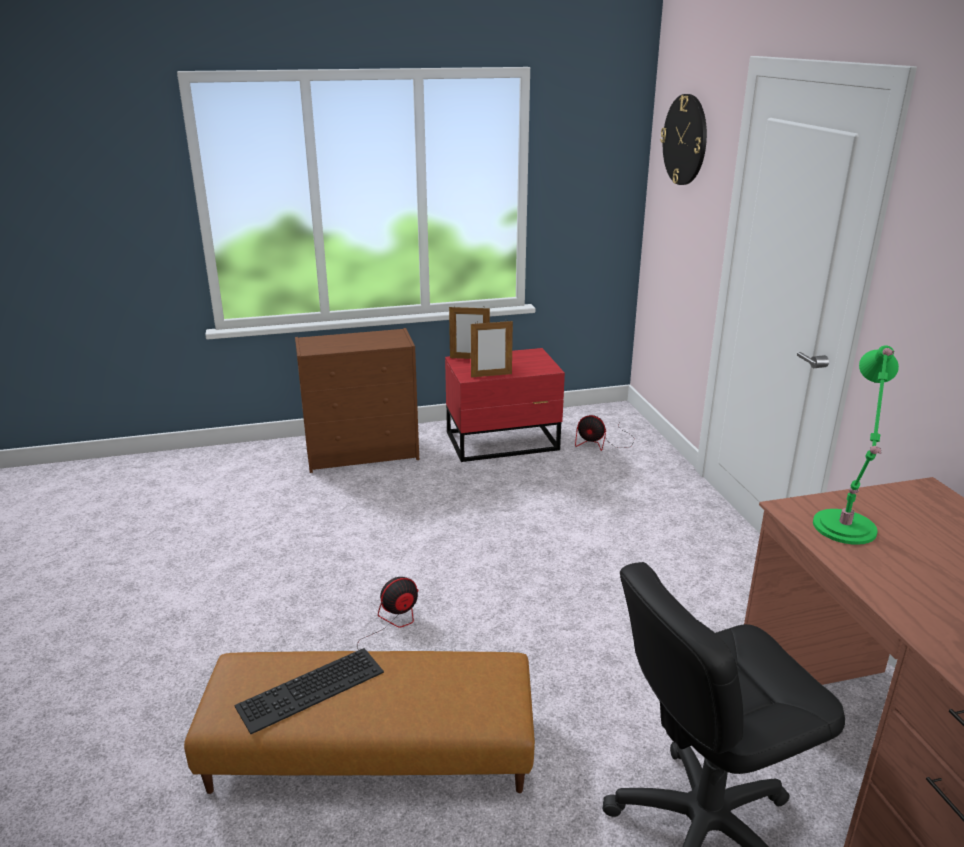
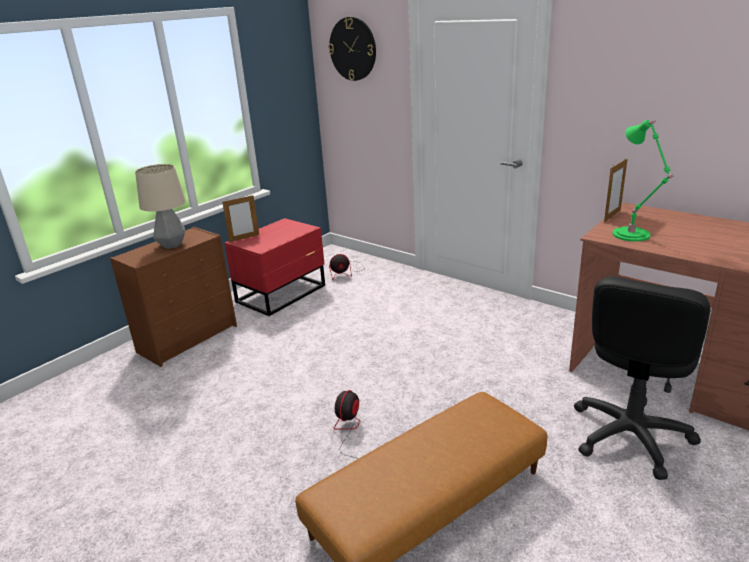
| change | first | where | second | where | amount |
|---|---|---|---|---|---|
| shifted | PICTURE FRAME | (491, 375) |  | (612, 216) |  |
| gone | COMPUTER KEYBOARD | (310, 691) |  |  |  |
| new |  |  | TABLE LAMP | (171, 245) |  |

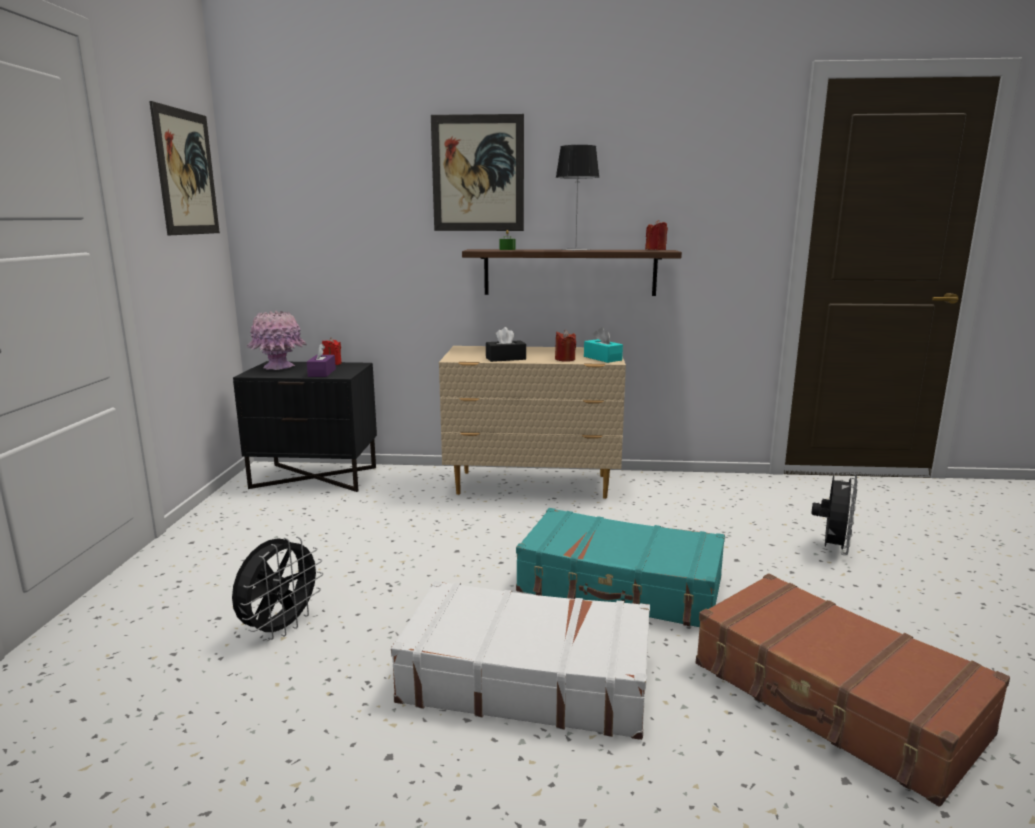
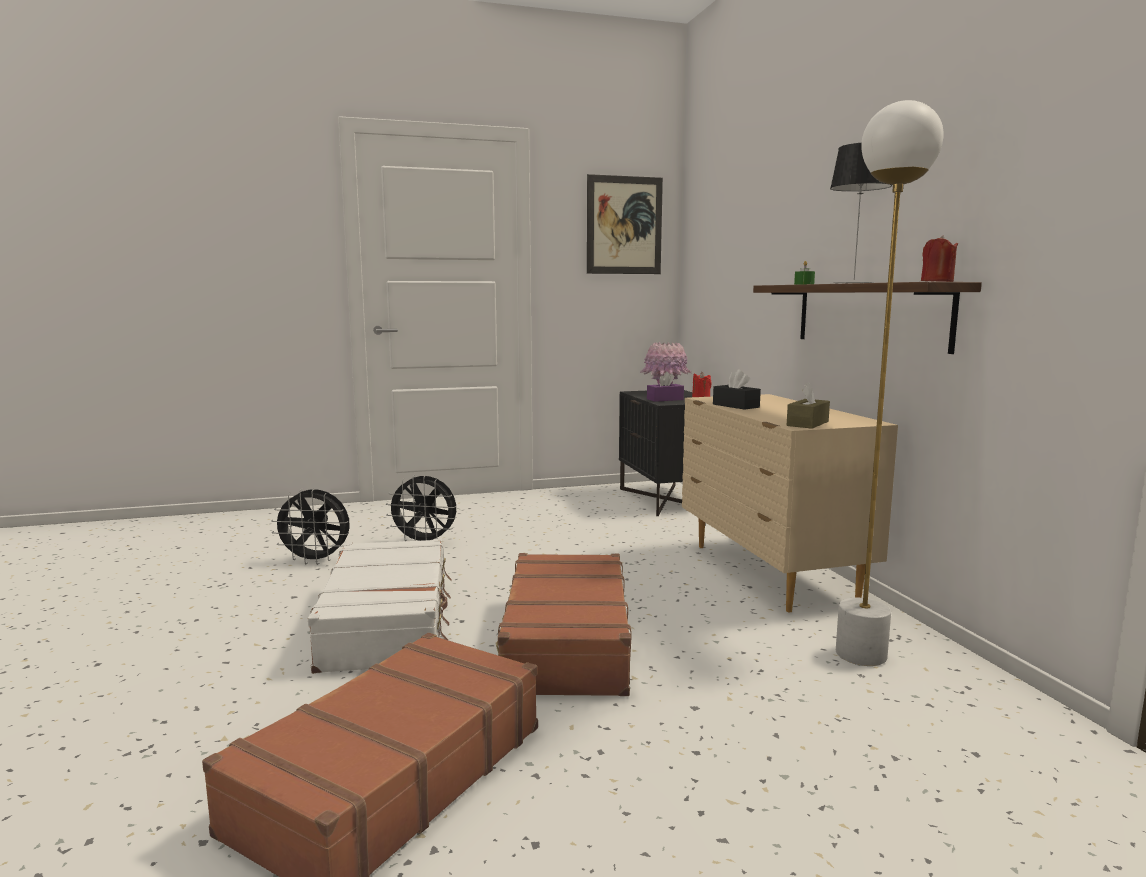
| change | first | where | second | where | amount |
|---|---|---|---|---|---|
| gone | WALL PICTURE | (478, 173) |  |  |  |
| repainted | BLUE-GREEN BOX OF TISSUES | (602, 358) | BROWNISH BOX OF TISSUES | (807, 423) |  |
| gone | REDDISH WAX LIGHT | (565, 359) |  |  |  |
| shifted | BLACK FAN | (832, 549) |  | (316, 560) |  |
| repainted | BLUE-GREEN TRAVEL CASE | (620, 586) | BROWNISH TRAVEL CASE | (565, 642) |  |
| new |  |  | WHITE-COLOURED STANDING LAMP | (860, 655) |  |

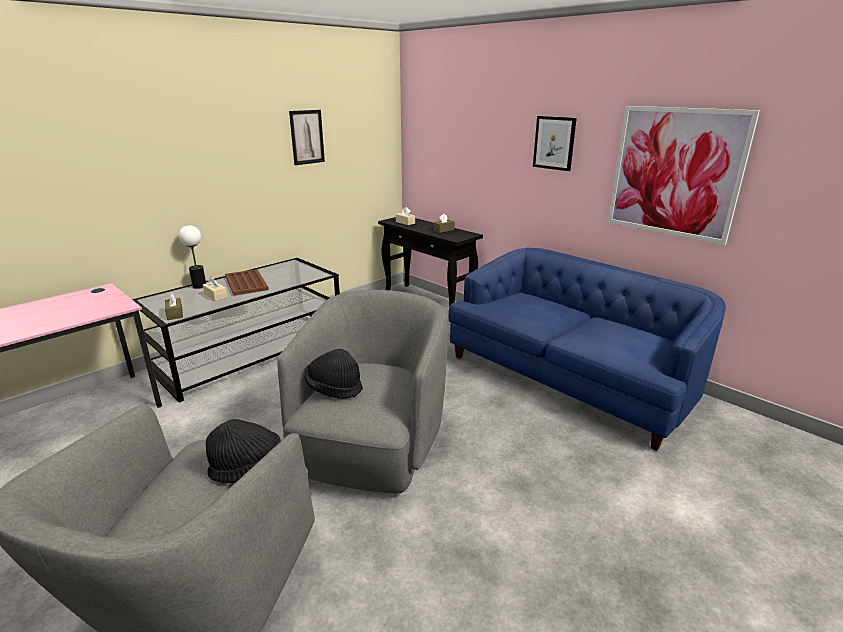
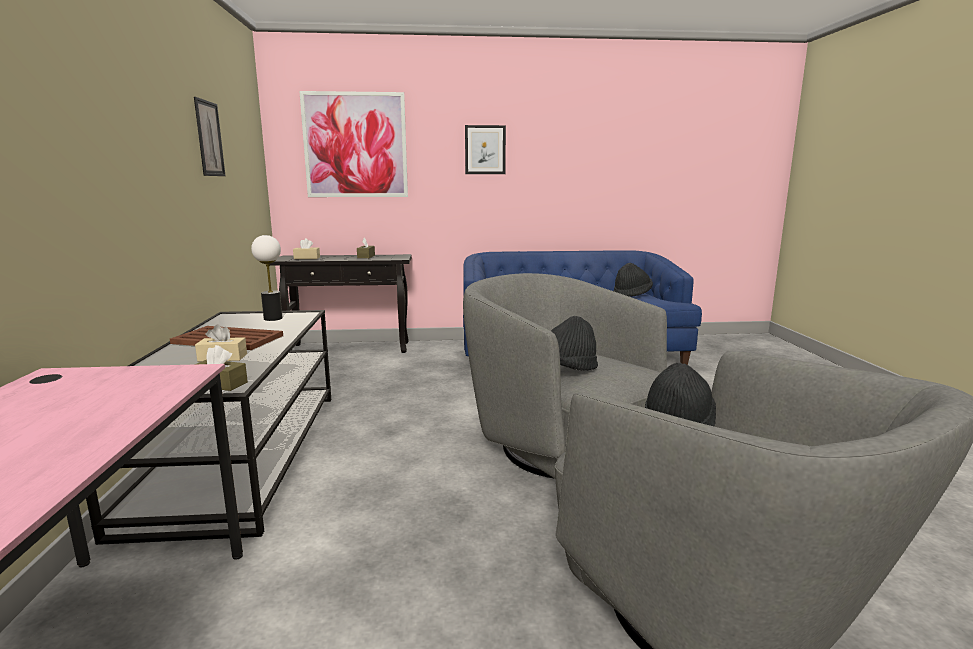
| change | first | where | second | where | amount |
|---|---|---|---|---|---|
| shifted | WALL PICTURE | (675, 173) |  | (355, 145) |  |
| shifted | TABLE LAMP | (199, 286) |  | (273, 318) |  |
| new |  |  | BLACK HAT | (632, 295) |  |

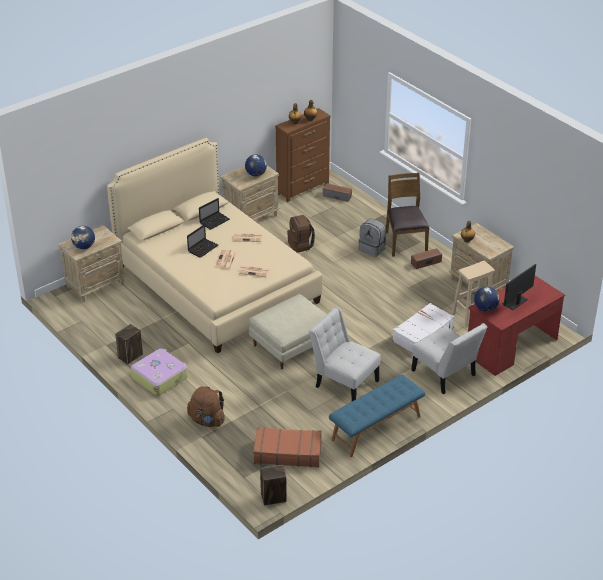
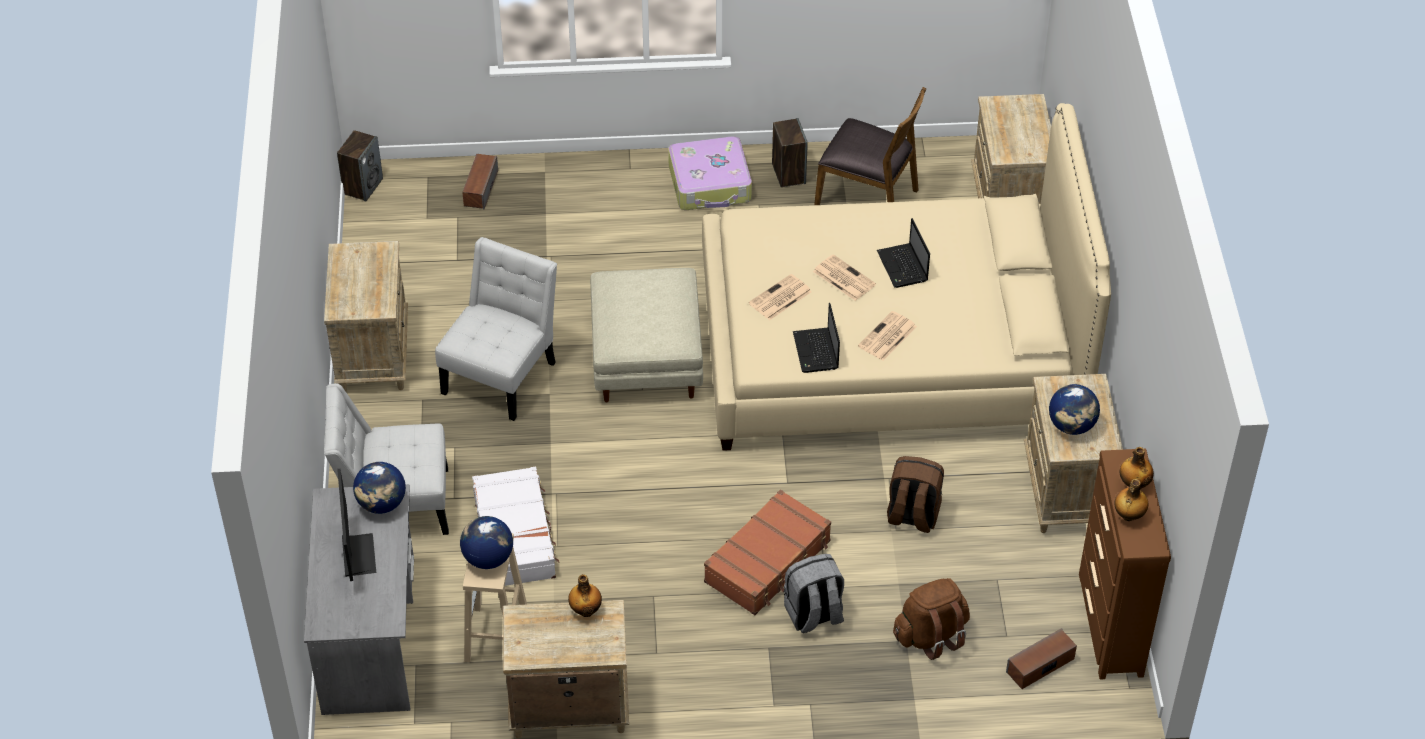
| change | first | where | second | where | amount |
|---|---|---|---|---|---|
| shifted | BROWNISH UPRIGHT CHAIR | (405, 242) |  | (868, 196) |  |
| shifted | LAPTOP | (215, 221) |  | (816, 352) |  |
| shifted | DESK GLOBE | (84, 247) |  | (488, 558) |  |
| shifted | LOUDSPEAKER | (426, 263) |  | (480, 188) |  |
| repainted | REDDISH DESK UNIT | (511, 347) | GREY DESK UNIT | (369, 636) |  |
| rotated | WHITE-COLOURED UPRIGHT CHAIR | (344, 382) |  | (502, 373) | 45 degrees counterclockwise |
| swapped | BLUE-COLOURED INDOOR BENCH | (376, 428) | BEIGE NIGHT TABLE | (373, 354) |  |
| shifted | BROWNISH RUCKSACK | (207, 420) |  | (931, 635) |  |
| shifted | BROWNISH TRAVEL CASE | (287, 452) |  | (768, 562) |  |

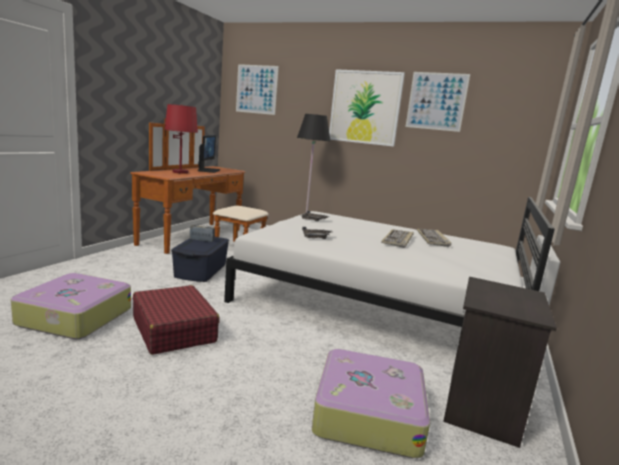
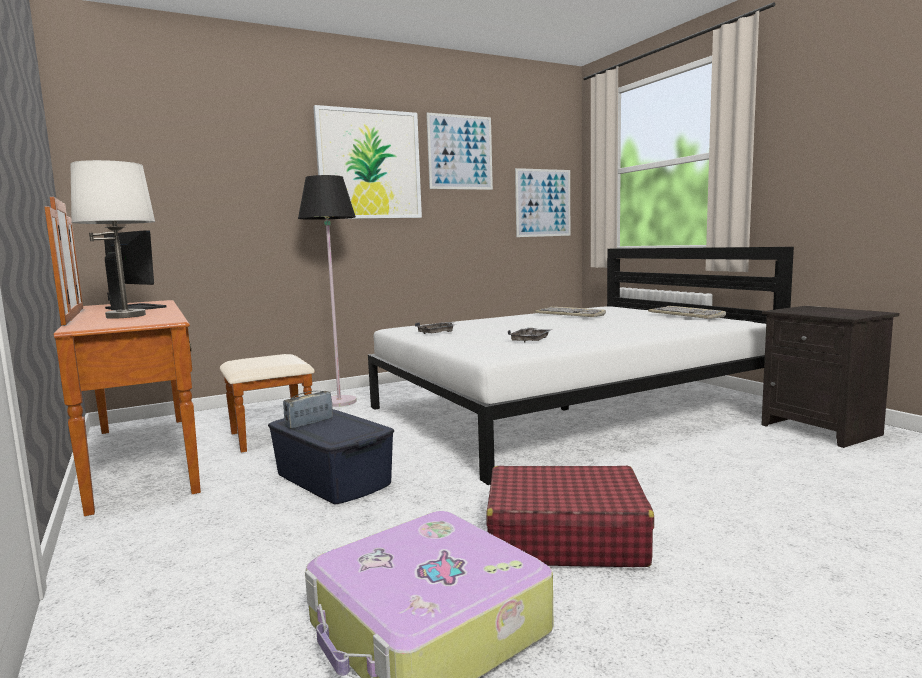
| change | first | where | second | where | amount |
|---|---|---|---|---|---|
| shifted | WALL PICTURE | (256, 89) |  | (543, 203) |  |
| repainted | REDDISH TABLE LAMP | (180, 172) | WHITE-COLOURED TABLE LAMP | (126, 316) |  |
| shifted | COMPUTER KEYBOARD | (398, 240) |  | (687, 315) |  |
| gone | TRAVEL CASE | (367, 413) |  |  |  |

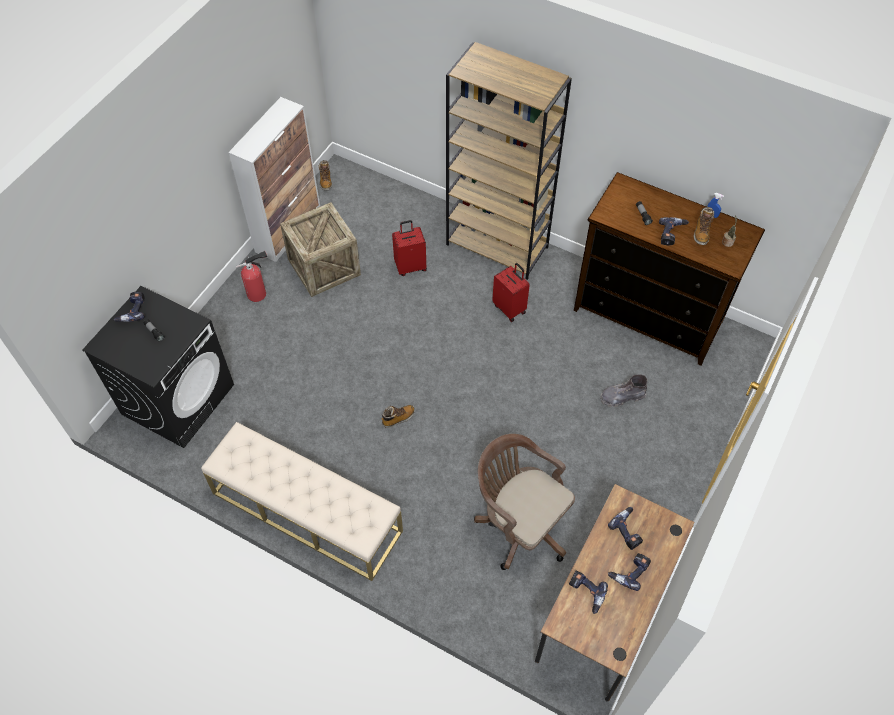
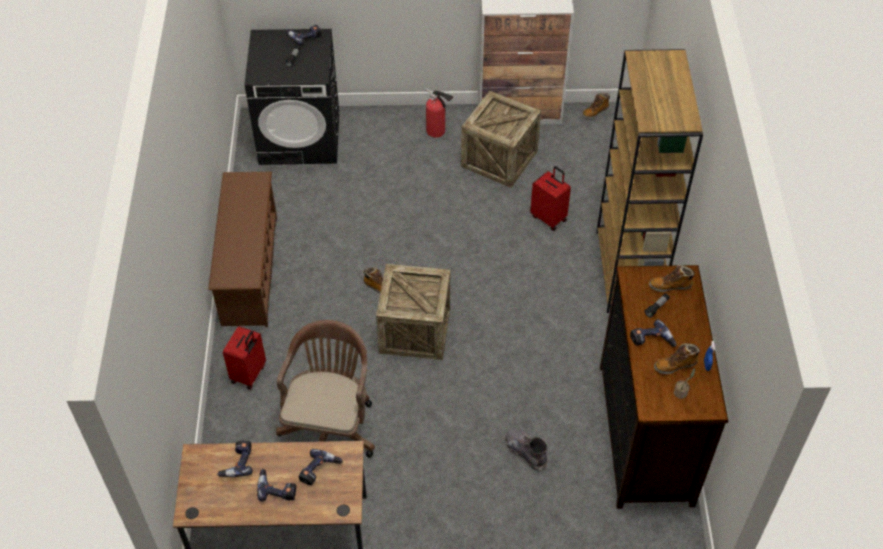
| change | first | where | second | where | amount |
|---|---|---|---|---|---|
| shifted | REDDISH TRAVEL CASE | (510, 308) |  | (249, 374) |  |
| swapped | BEIGE INDOOR BENCH | (306, 512) | BROWNISH SHOE STAND | (249, 270) |  |
| new |  |  | CRATE | (415, 330) |  |
| new |  |  | HIGH-TOP BOOT | (670, 286) |  |

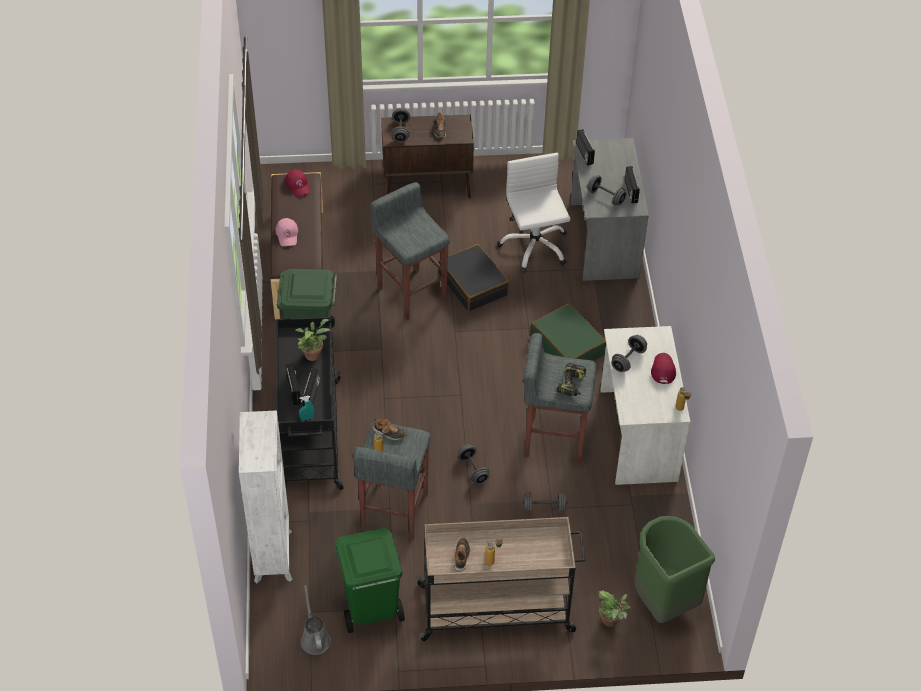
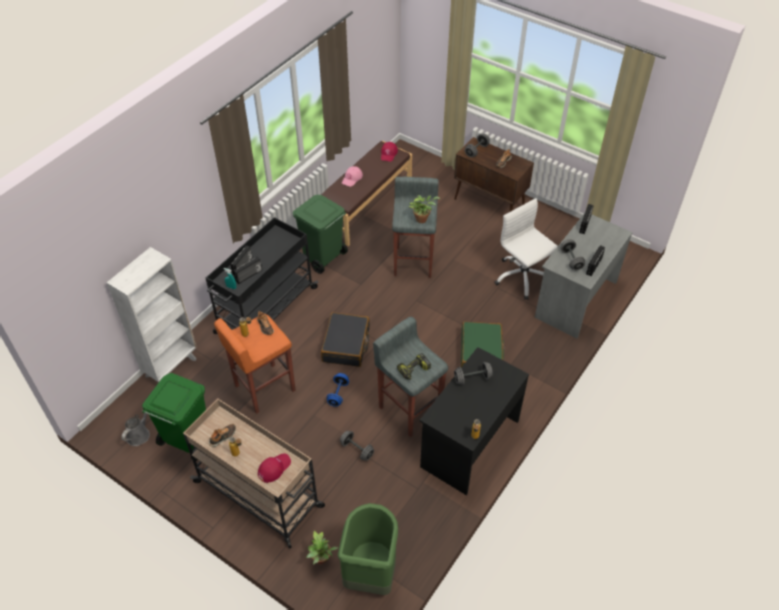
| change | first | where | second | where | amount |
|---|---|---|---|---|---|
| rotated | WHITE-COLOURED OFFICE CHAIR | (534, 247) |  | (522, 277) | 60 degrees counterclockwise |
| shifted | BLACK TRAVEL CASE | (473, 285) |  | (346, 345) |  |
| shifted | HOUSEPLANT | (313, 353) |  | (422, 219) |  |
| repainted | WHITE-COLOURED DESK UNIT | (636, 435) | BLACK DESK UNIT | (468, 443) |  |
| shifted | REDDISH BASEBALL CAP | (663, 369) |  | (274, 468) |  |
| repainted | GREY STOOL SEAT | (393, 512) | ORANGEY STOOL SEAT | (263, 388) |  |
| repainted | GREY HAND WEIGHT | (473, 470) | BLUE-COLOURED HAND WEIGHT | (338, 394) |  |

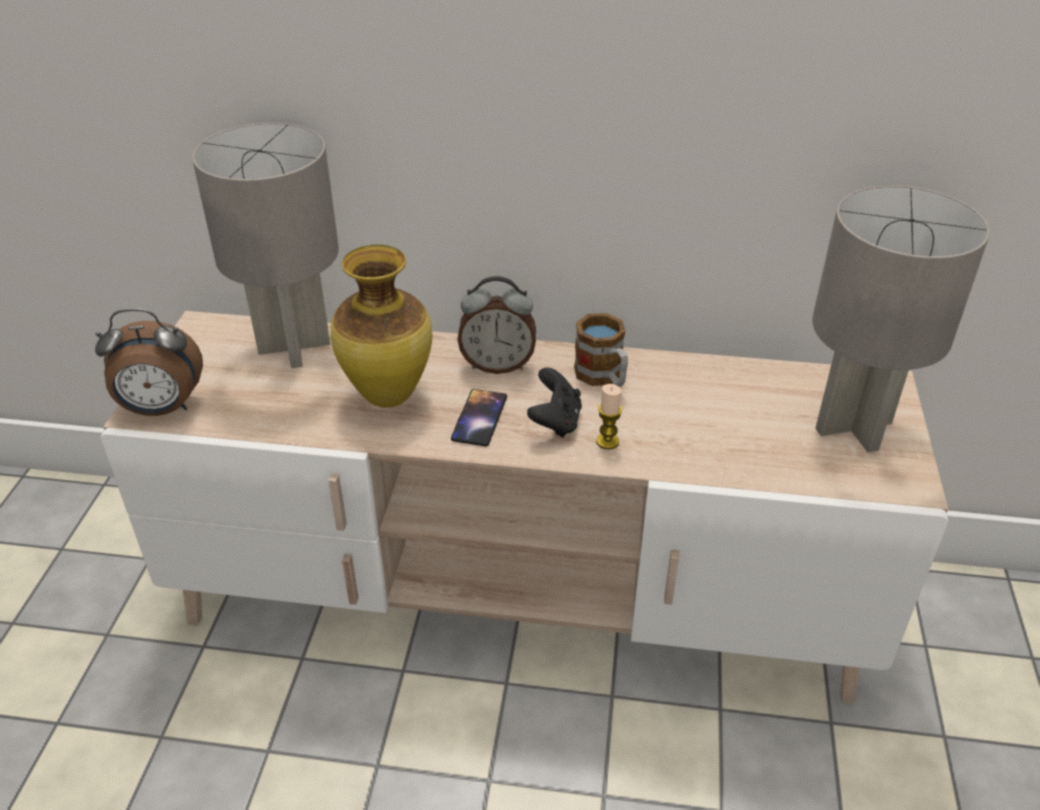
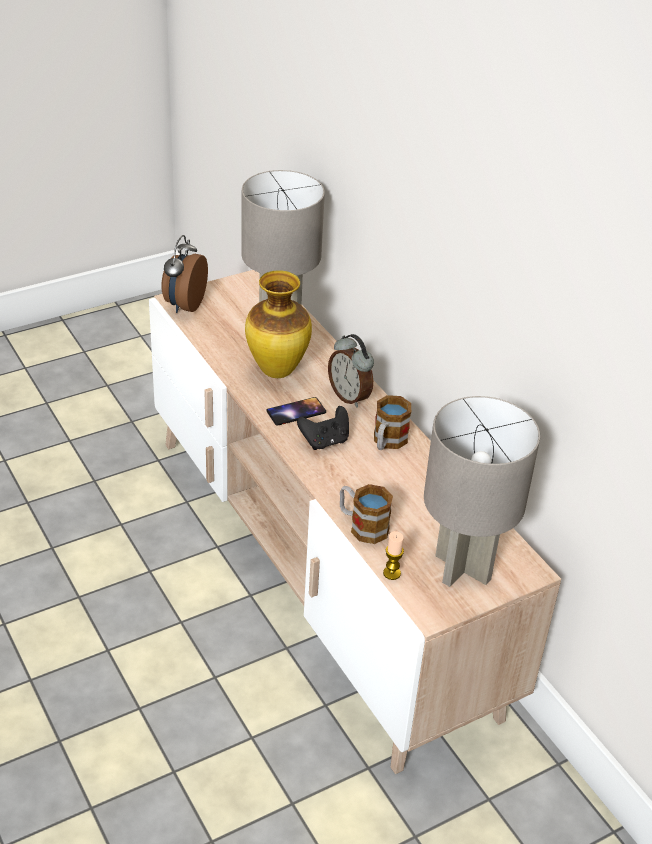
| change | first | where | second | where | amount |
|---|---|---|---|---|---|
| rotated | BEDSIDE CLOCK | (161, 409) |  | (184, 305) | 60 degrees clockwise |
| shifted | WAX LIGHT | (607, 441) |  | (392, 573) |  |
| new |  |  | MUG | (362, 526) |  |

